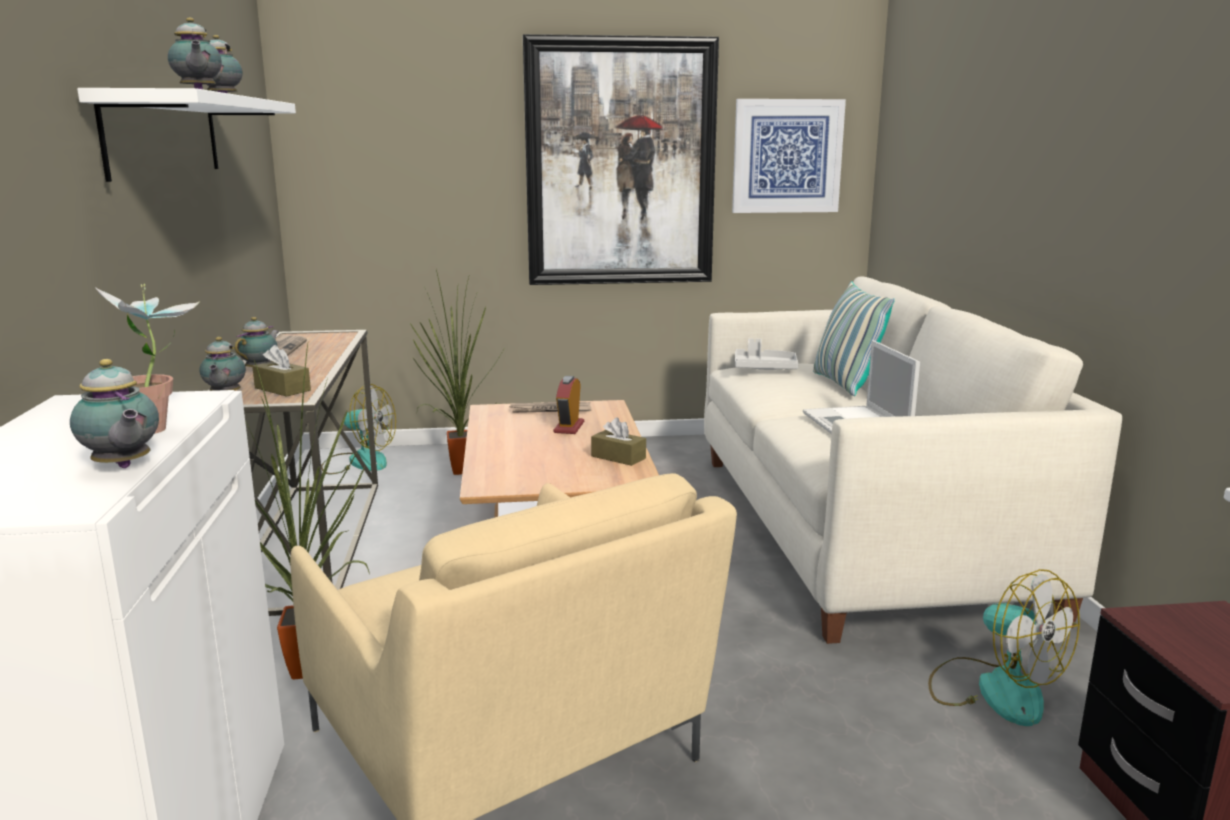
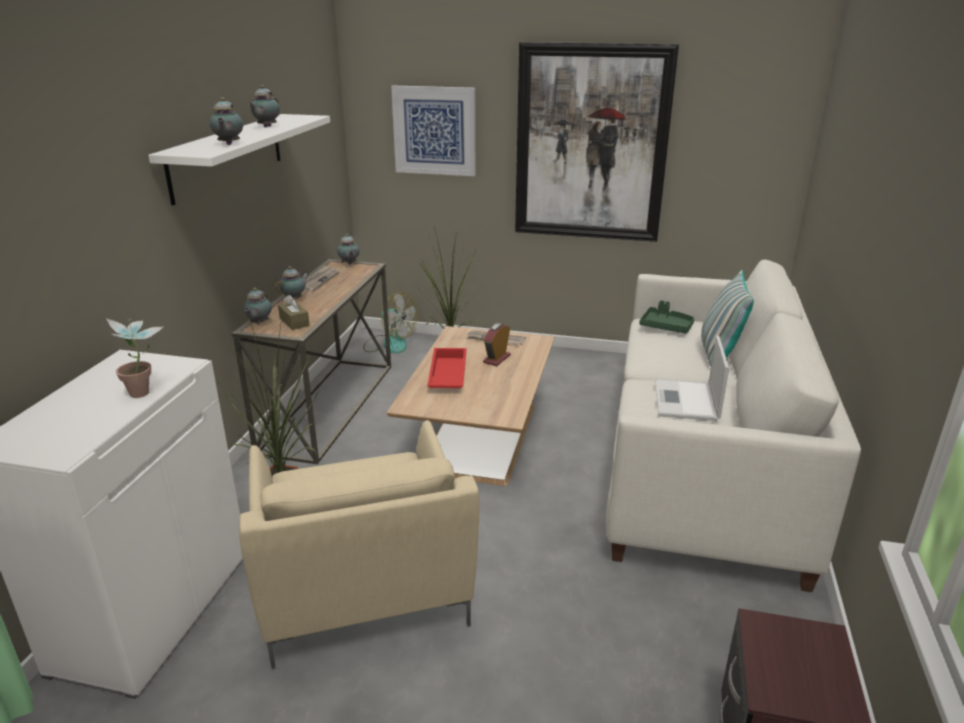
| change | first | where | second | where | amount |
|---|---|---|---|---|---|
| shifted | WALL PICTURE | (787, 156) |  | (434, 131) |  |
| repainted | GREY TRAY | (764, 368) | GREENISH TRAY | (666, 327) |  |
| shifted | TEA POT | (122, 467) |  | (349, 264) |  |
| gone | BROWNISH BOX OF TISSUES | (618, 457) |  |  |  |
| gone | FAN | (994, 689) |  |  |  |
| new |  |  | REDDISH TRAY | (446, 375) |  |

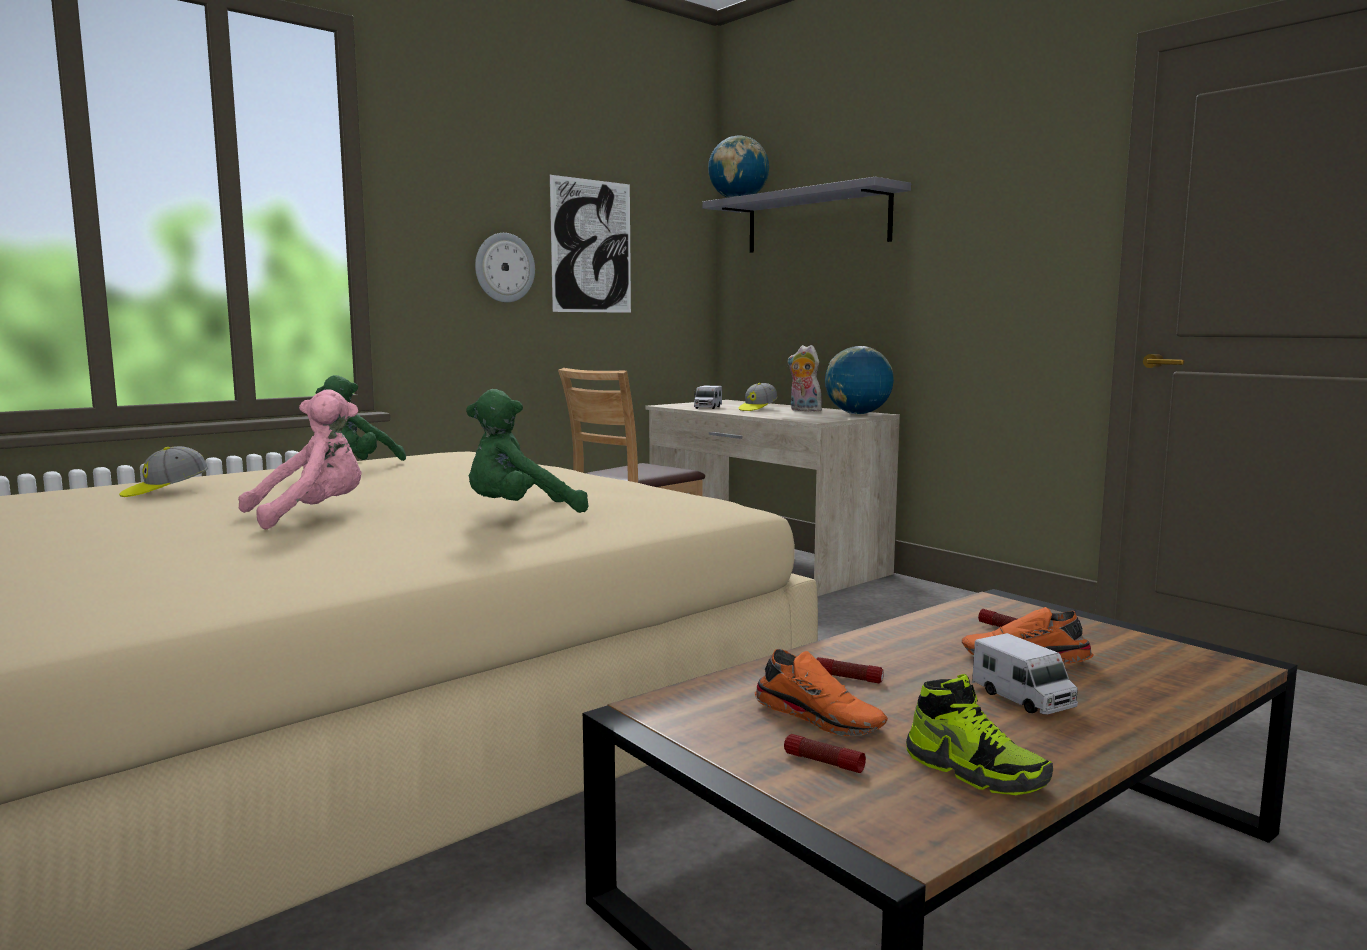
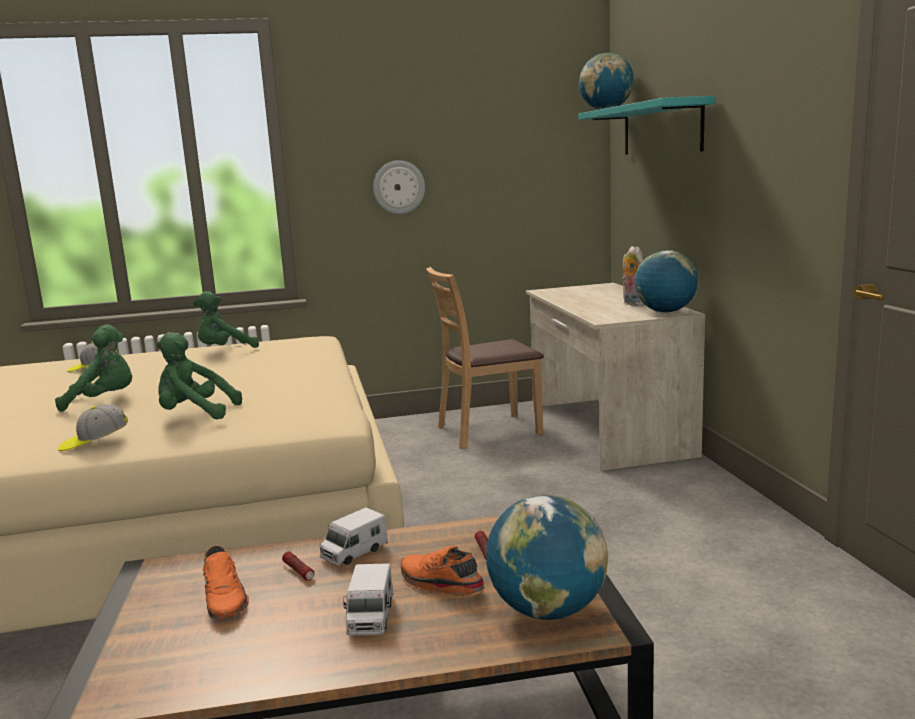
| change | first | where | second | where | amount |
|---|---|---|---|---|---|
| gone | WALL PICTURE | (591, 246) |  |  |  |
| repainted | GREY SHELF | (816, 221) | BLUE-GREEN SHELF | (661, 129) |  |
| shifted | BASEBALL CAP | (757, 409) |  | (94, 443) |  |
| shifted | TOY TRUCK | (707, 407) |  | (353, 552) |  |
| repainted | PINK CUDDLY TOY | (312, 515) | GREENISH CUDDLY TOY | (104, 401) |  |
| gone | LOW SHOE | (975, 772) |  |  |  |
| gone | FLASHLIGHT | (823, 762) |  |  |  |
| new |  |  | DESK GLOBE | (547, 610) |  |

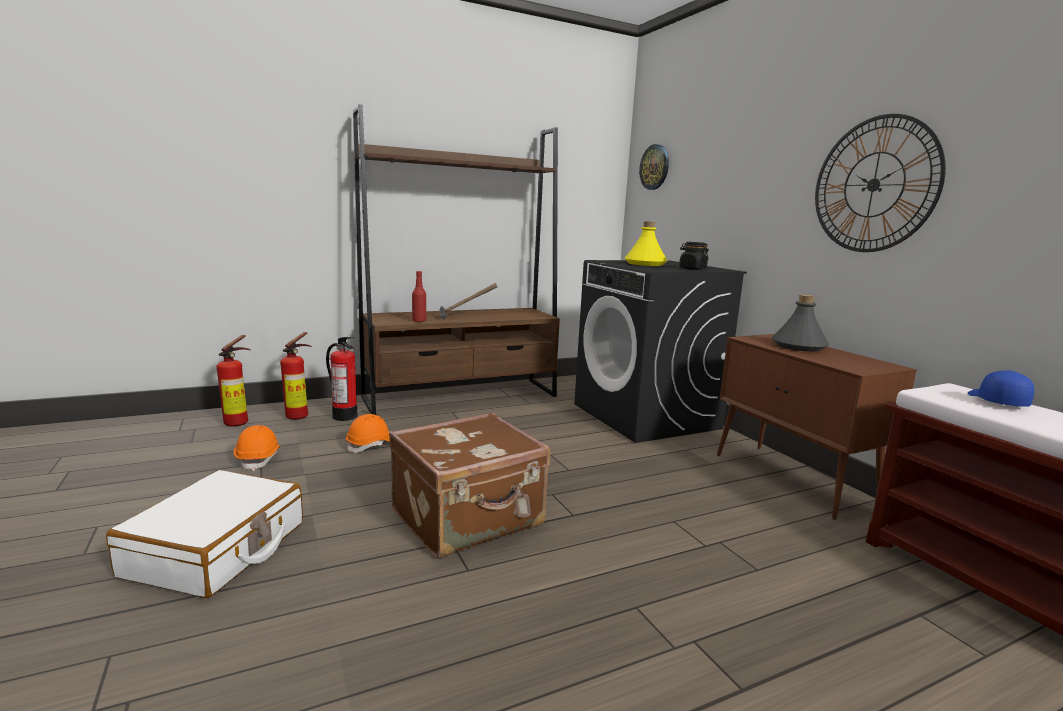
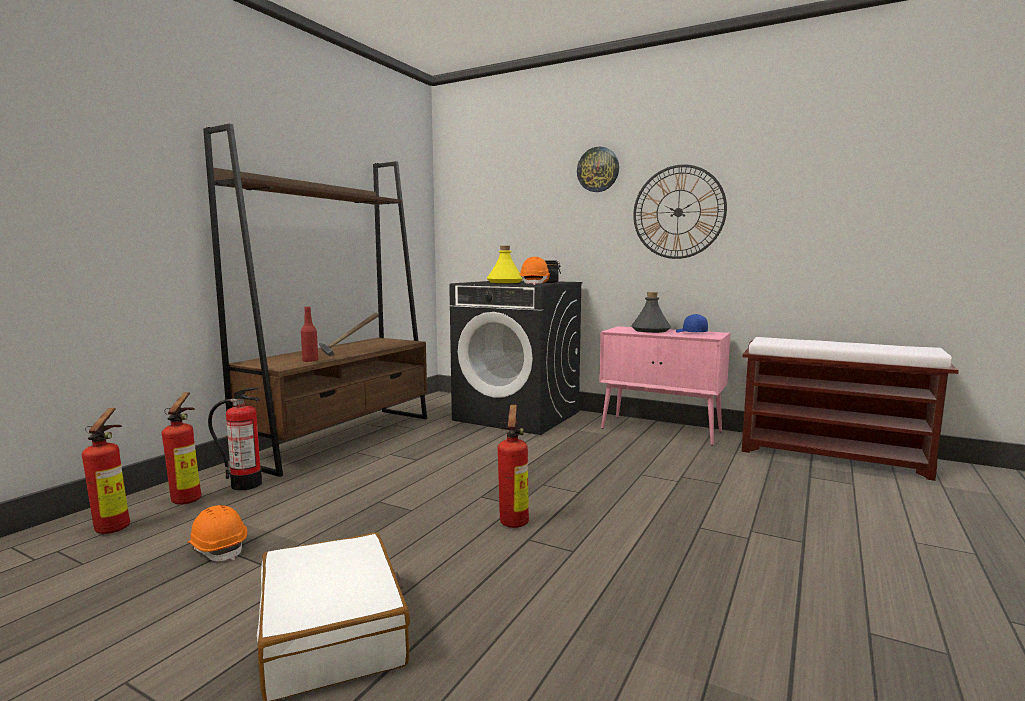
| change | first | where | second | where | amount |
|---|---|---|---|---|---|
| shifted | CLOCK ON THE WALL | (655, 167) |  | (598, 169) |  |
| repainted | BROWNISH CUPBOARD | (793, 479) | PINK CUPBOARD | (662, 430) |  |
| shifted | BLUE-COLOURED BASEBALL CAP | (996, 401) |  | (690, 332) |  |
| swapped | BROWNISH TRAVEL CASE | (469, 519) | FIRE-FIGHTING CYLINDER | (514, 521) |  |
| shifted | ORANGEY WORK HELMET | (371, 446) |  | (535, 284) |  |

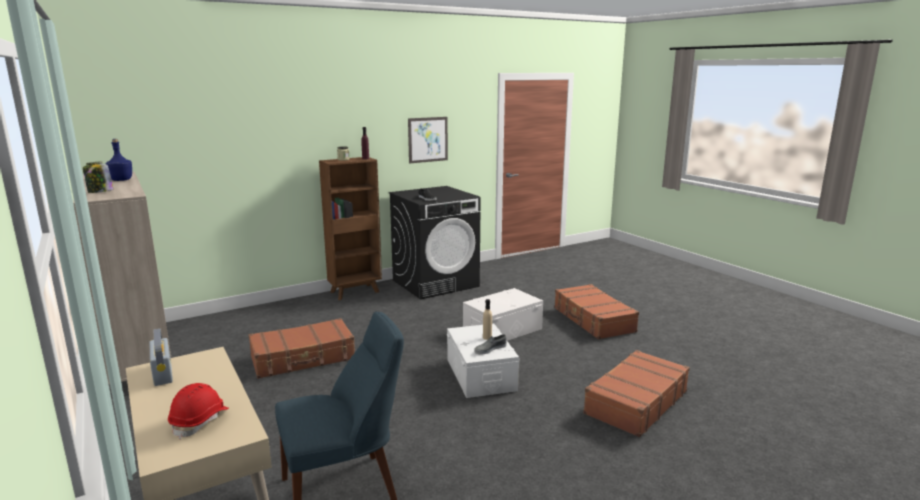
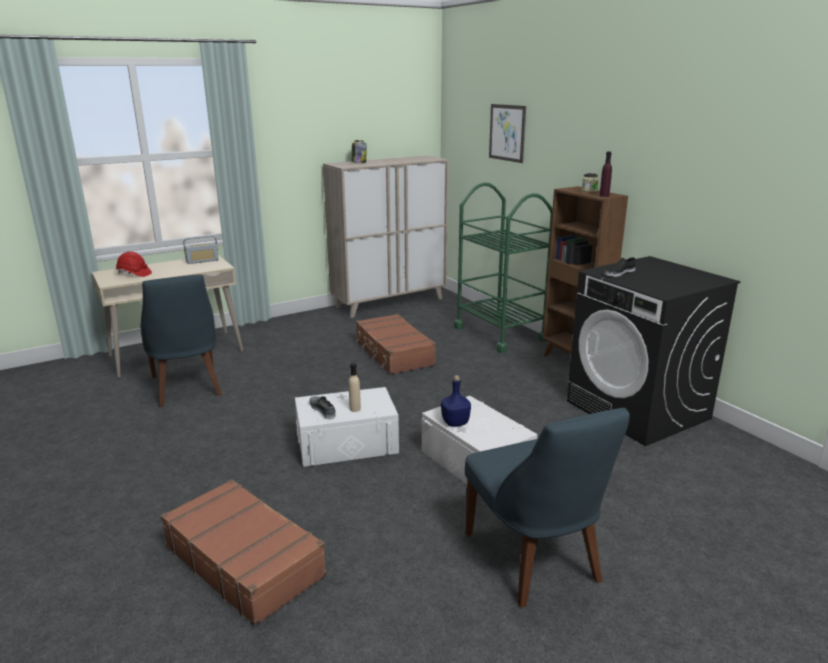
| change | first | where | second | where | amount |
|---|---|---|---|---|---|
| shifted | WALL PICTURE | (428, 139) |  | (507, 132) |  |
| shifted | BLUE-COLOURED DRINK BOTTLE | (121, 180) |  | (454, 423) |  |
| swapped | BROWNISH TRAVEL CASE | (593, 320) | BLUE-COLOURED UPRIGHT CHAIR | (535, 561) |  |
| new |  |  | GREENISH TROLLEY | (500, 334) |  |

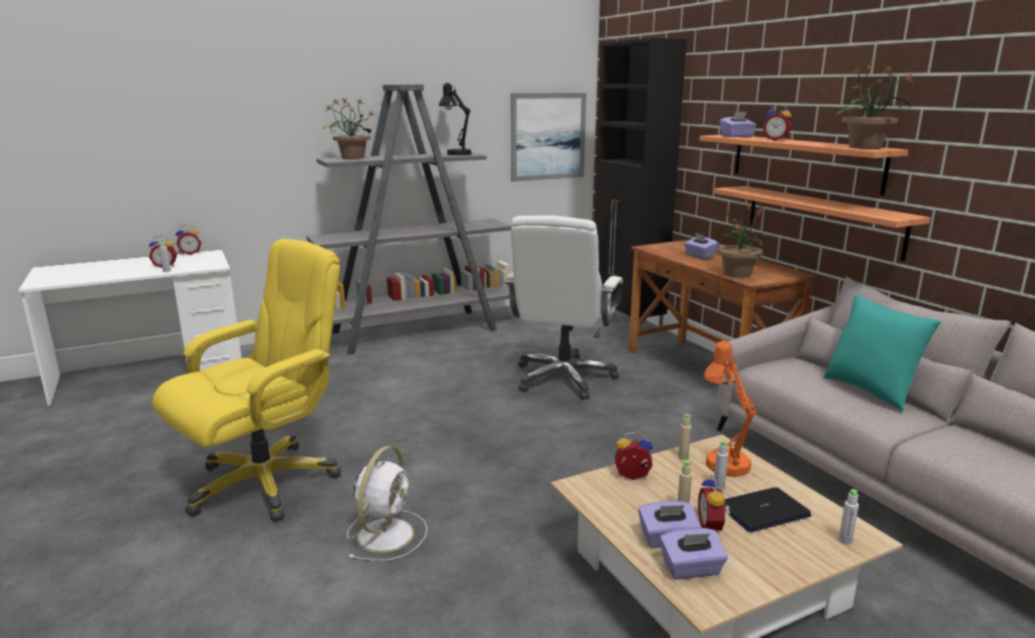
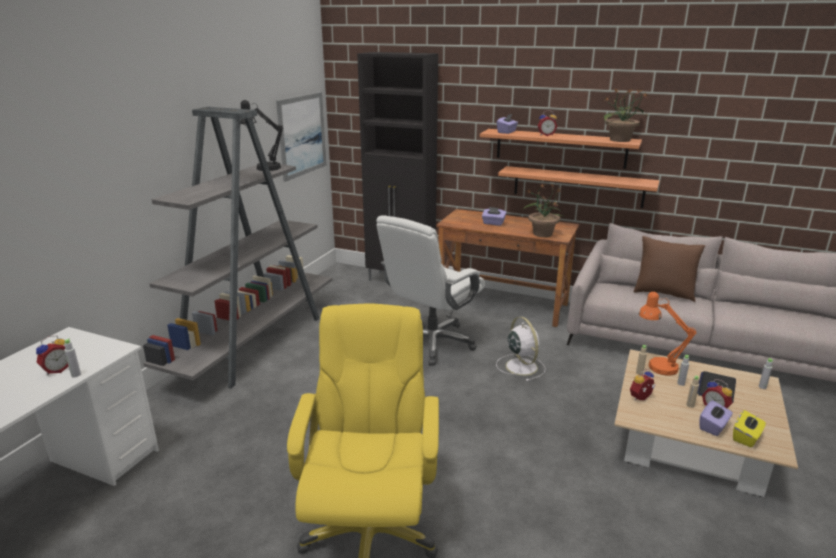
| change | first | where | second | where | amount |
|---|---|---|---|---|---|
| gone | HOUSEPLANT | (352, 157) |  |  |  |
| rotated | WHITE-COLOURED OFFICE CHAIR | (563, 378) |  | (432, 343) | 60 degrees clockwise |
| gone | BEDSIDE CLOCK | (190, 253) |  |  |  |
| repainted | BLUE-GREEN CUSHION | (870, 391) | BROWNISH CUSHION | (663, 293) |  |
| shifted | WHITE-COLOURED FAN | (386, 533) |  | (520, 366) |  |
| repainted | PURPLISH BOX OF TISSUES | (691, 569) | YELLOWISH BOX OF TISSUES | (746, 437) |  |

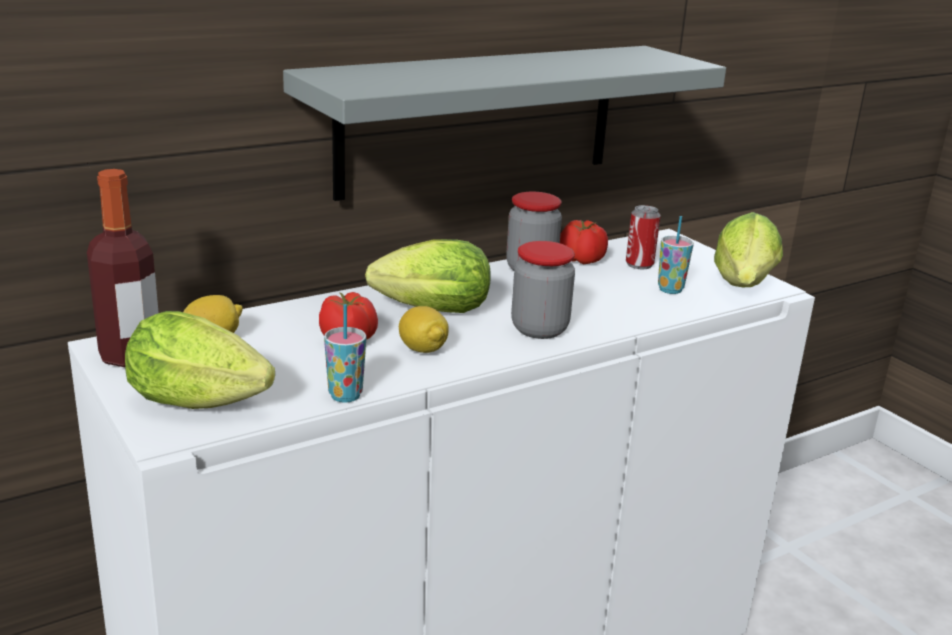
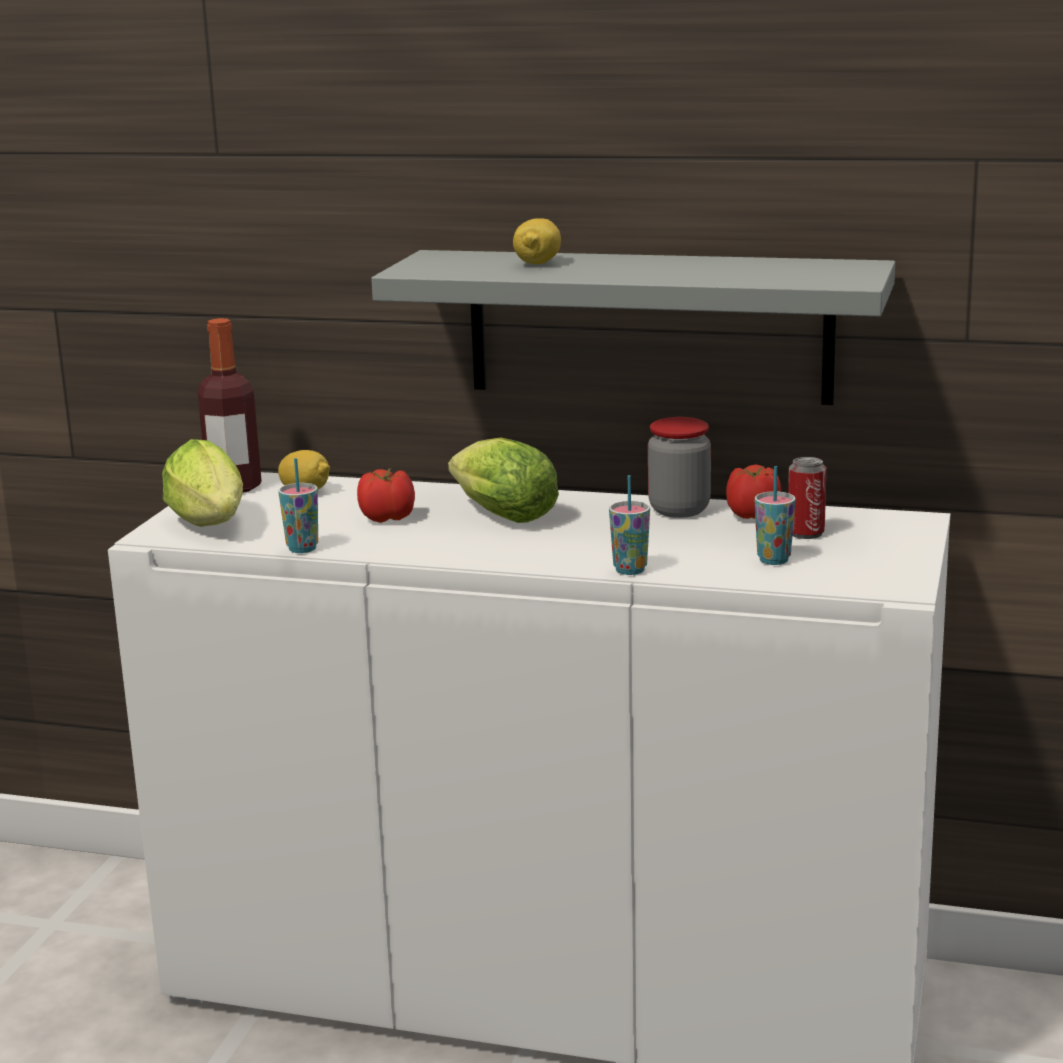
| change | first | where | second | where | amount |
|---|---|---|---|---|---|
| gone | HEAD OF LETTUCE | (743, 287) |  |  |  |
| gone | PRESERVE JAR | (539, 329) |  |  |  |
| shifted | CITRUS FRUIT | (422, 349) |  | (537, 263) |  |
| new |  |  | SMALL CUP | (630, 570) |  |

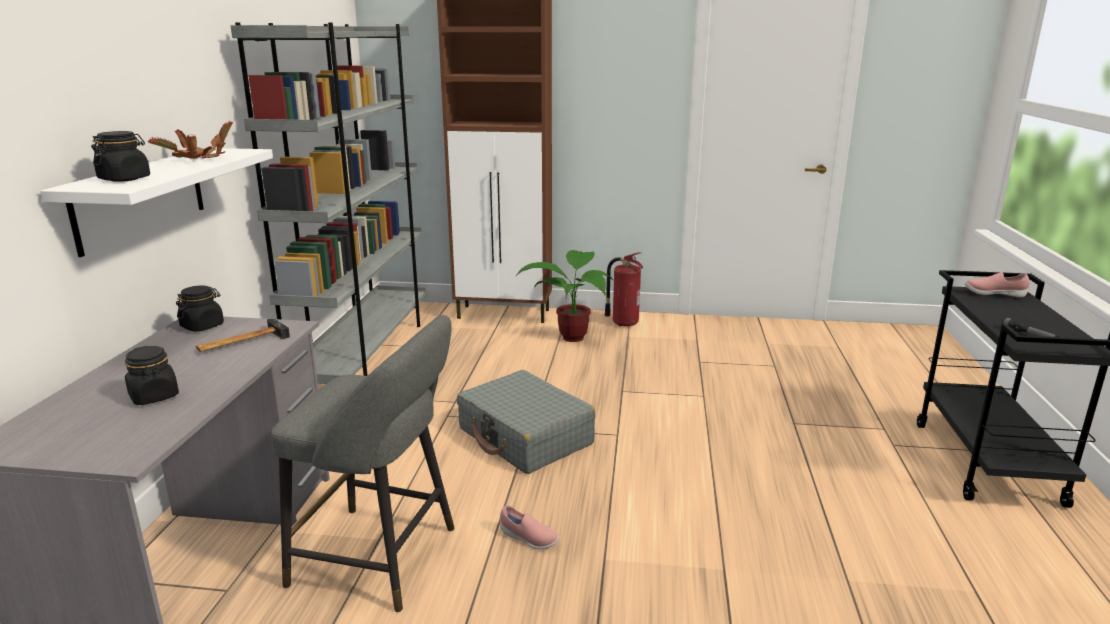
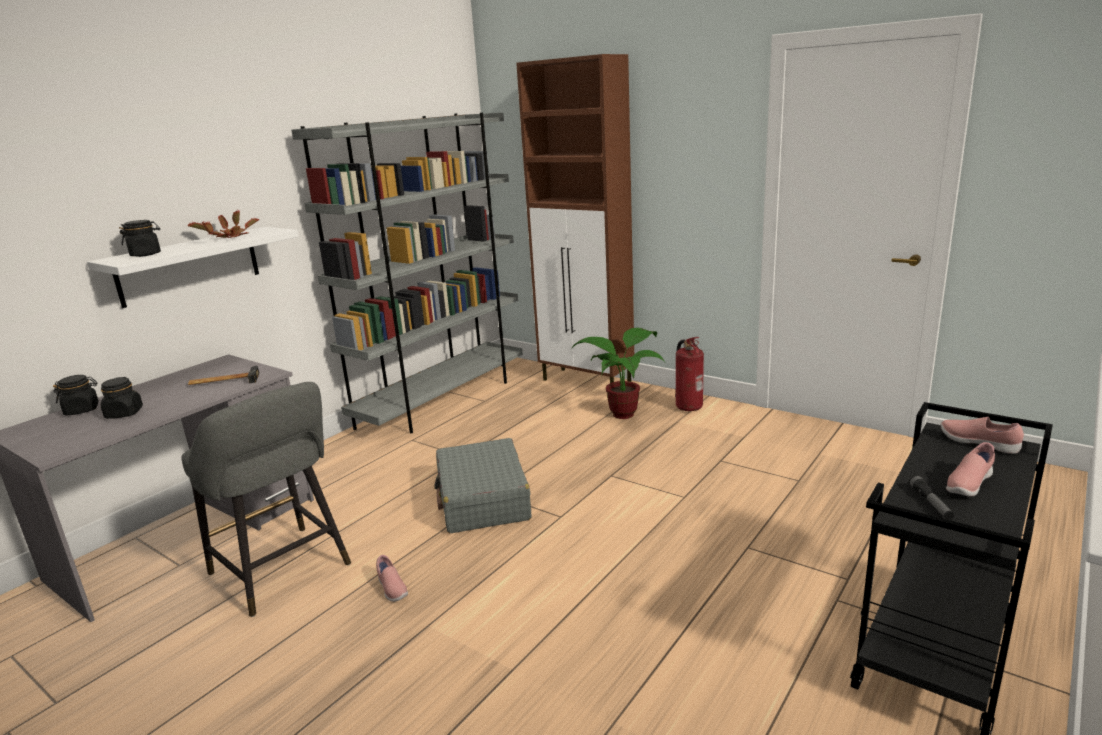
| change | first | where | second | where | amount |
|---|---|---|---|---|---|
| shifted | BLACK PRESERVE JAR | (202, 326) |  | (82, 410) |  |
| new |  |  | PINK LOW SHOE | (968, 485) |  |

